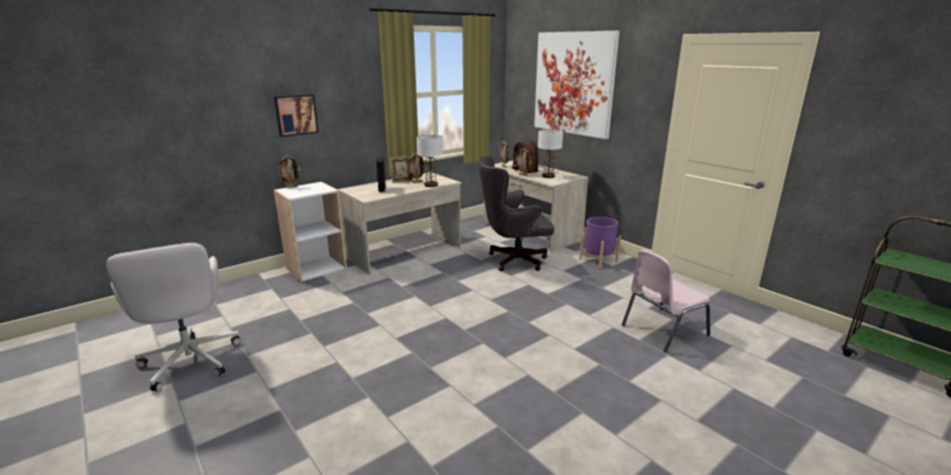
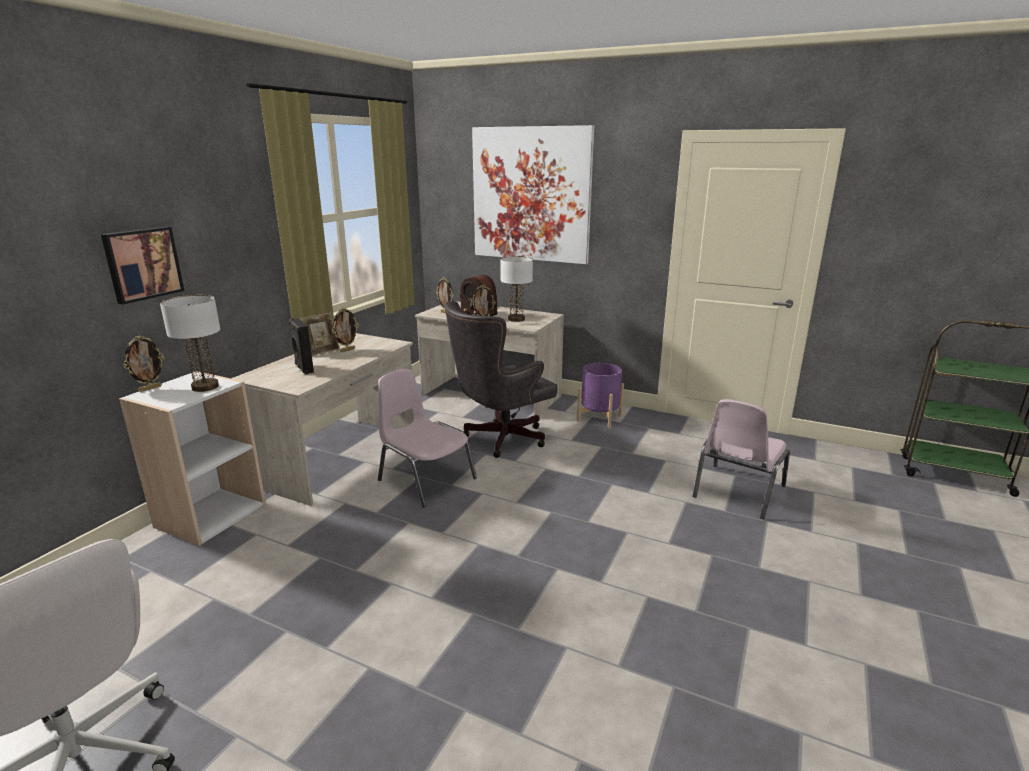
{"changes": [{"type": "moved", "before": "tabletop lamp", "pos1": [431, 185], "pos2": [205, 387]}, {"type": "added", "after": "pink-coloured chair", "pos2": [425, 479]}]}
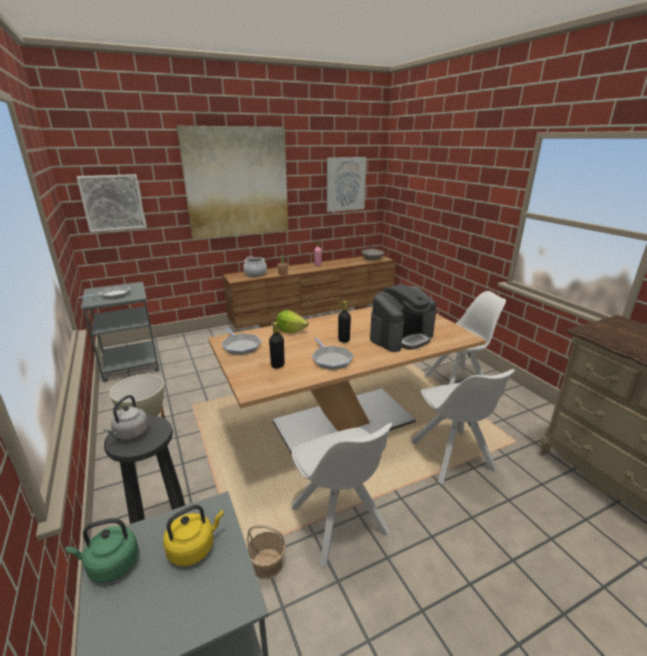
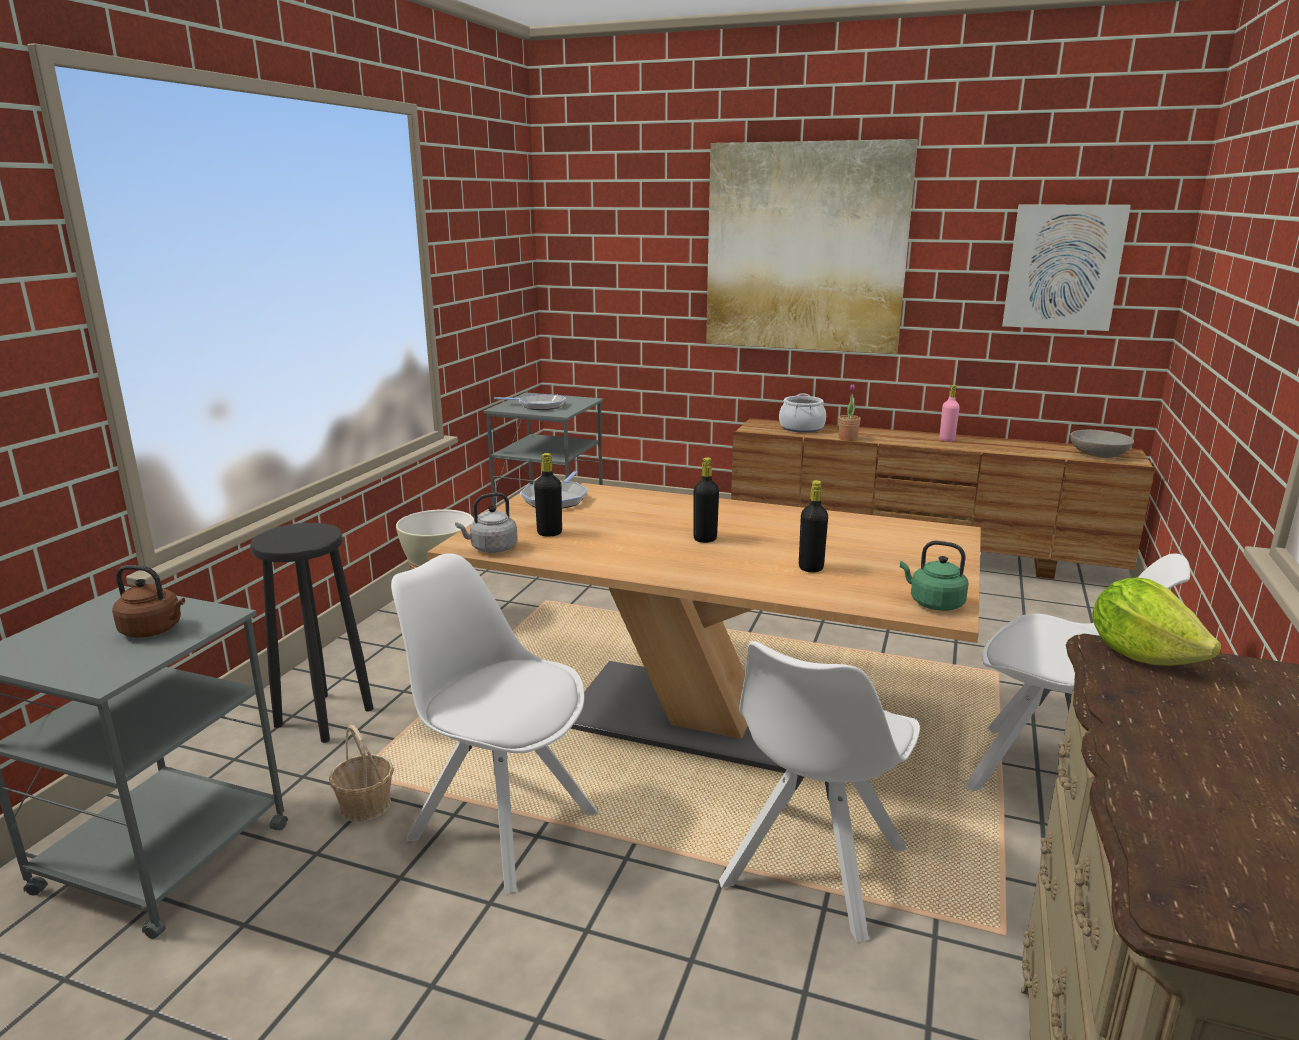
{"changes": [{"type": "recoloured", "before": "yellow-coloured kettle", "after": "brown kettle", "pos1": [194, 547], "pos2": [154, 630]}, {"type": "turned", "before": "white-coloured chair", "pos1": [339, 521], "pos2": [501, 823], "turn": 105}, {"type": "moved", "before": "gray kettle", "pos1": [130, 434], "pos2": [491, 548]}, {"type": "replaced", "before": "coffee brewer", "after": "blackish beverage bottle", "pos1": [401, 337], "pos2": [811, 568]}, {"type": "moved", "before": "green kettle", "pos1": [111, 565], "pos2": [933, 603]}, {"type": "moved", "before": "lettuce", "pos1": [290, 331], "pos2": [1142, 655]}, {"type": "removed", "before": "wall picture", "pos1": [113, 203]}, {"type": "removed", "before": "frying pan", "pos1": [331, 359]}]}
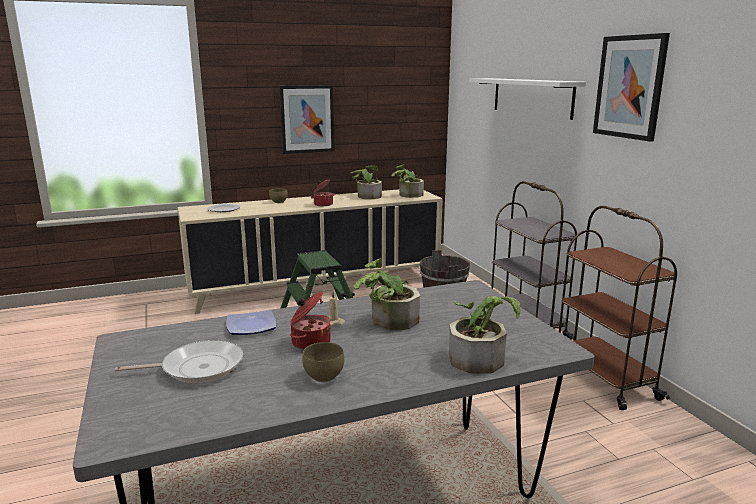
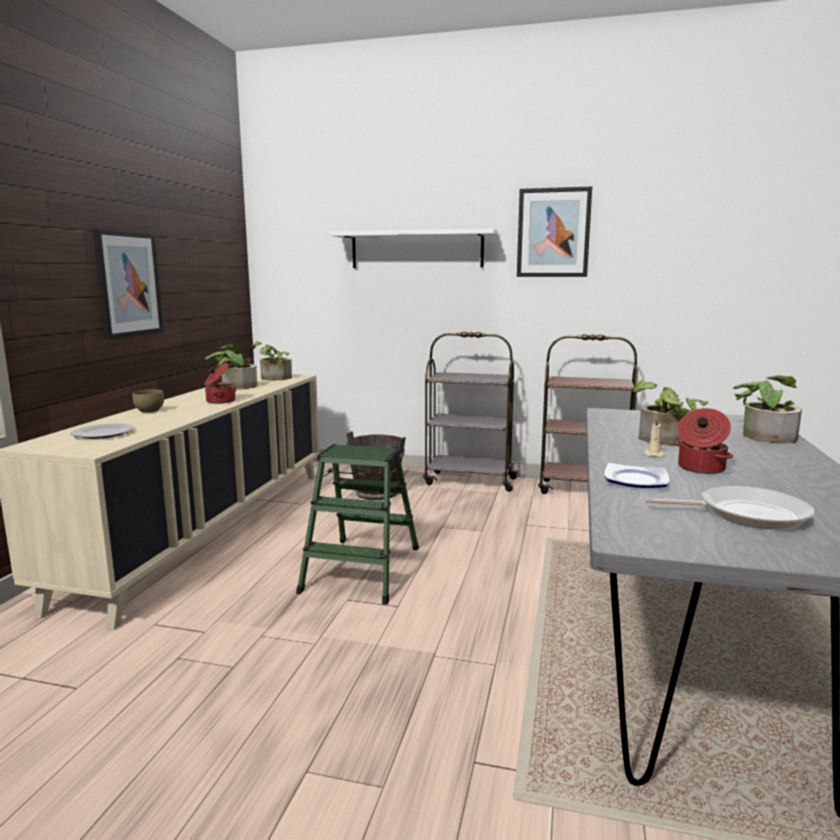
{"changes": [{"type": "turned", "before": "frying pan", "pos1": [198, 367], "pos2": [746, 514], "turn": 75}, {"type": "removed", "before": "brown deep dish", "pos1": [325, 376]}]}
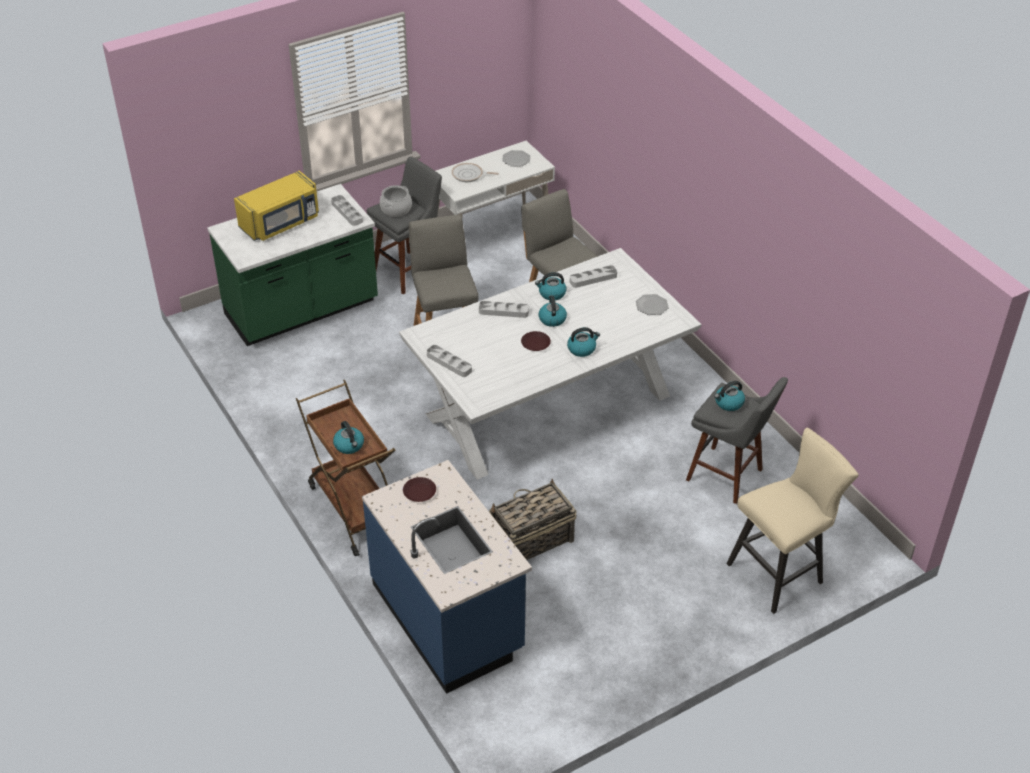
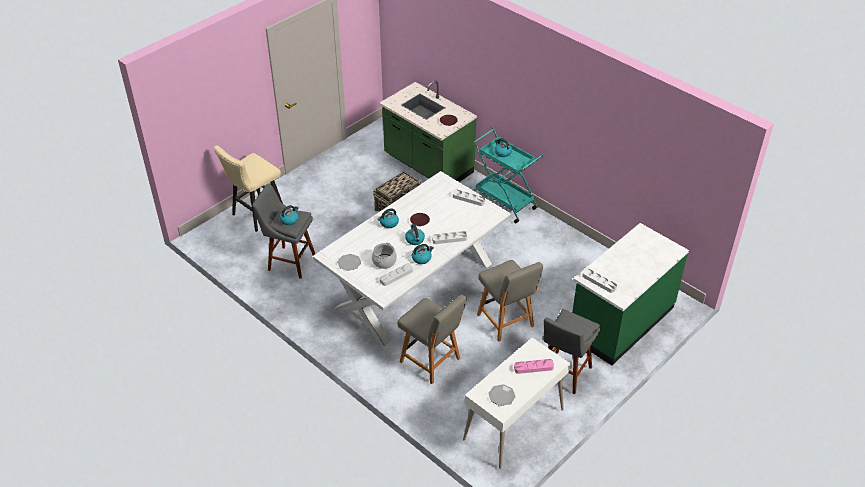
{"changes": [{"type": "moved", "before": "saucepot", "pos1": [396, 209], "pos2": [384, 261]}, {"type": "recoloured", "before": "blue kitchen counter", "after": "green kitchen counter", "pos1": [448, 617], "pos2": [428, 165]}, {"type": "recoloured", "before": "brown wheeled cart", "after": "turquoise-coloured wheeled cart", "pos1": [355, 510], "pos2": [503, 203]}, {"type": "replaced", "before": "frying pan", "after": "pink-coloured carrying tray", "pos1": [469, 175], "pos2": [533, 367]}, {"type": "removed", "before": "yellow-coloured microwave", "pos1": [281, 223]}]}
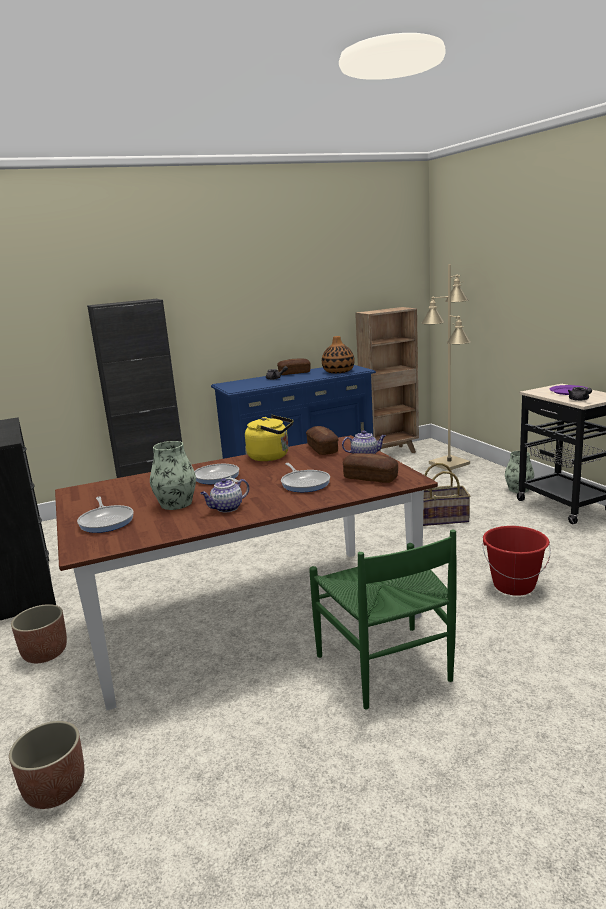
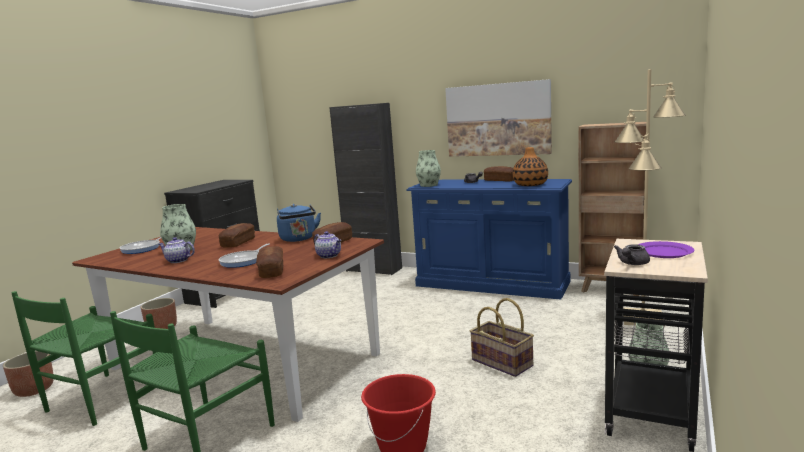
{"changes": [{"type": "added", "after": "green chair", "pos2": [103, 399]}, {"type": "replaced", "before": "frying pan", "after": "bakery bread", "pos1": [217, 478], "pos2": [238, 243]}, {"type": "recoloured", "before": "yellow-coloured kettle", "after": "blue kettle", "pos1": [271, 457], "pos2": [298, 239]}, {"type": "added", "after": "decorative vase", "pos2": [429, 185]}, {"type": "added", "after": "wall picture", "pos2": [498, 119]}]}
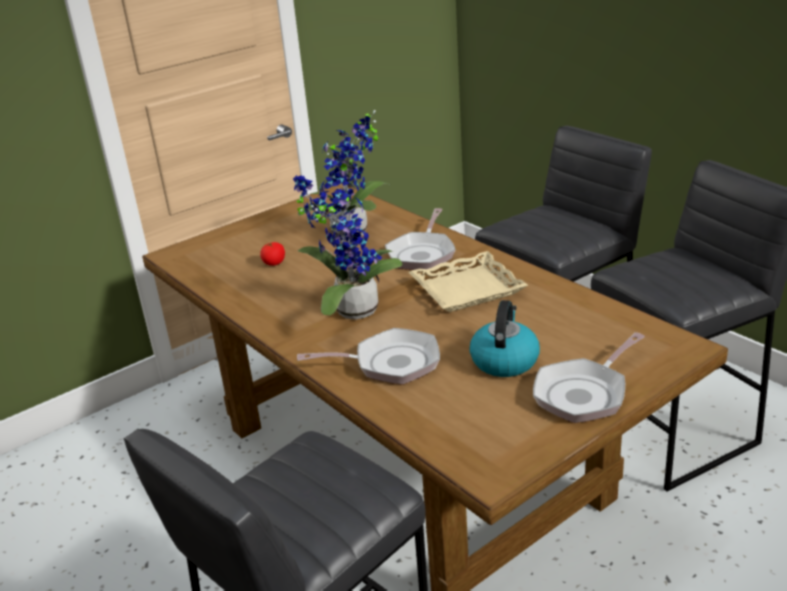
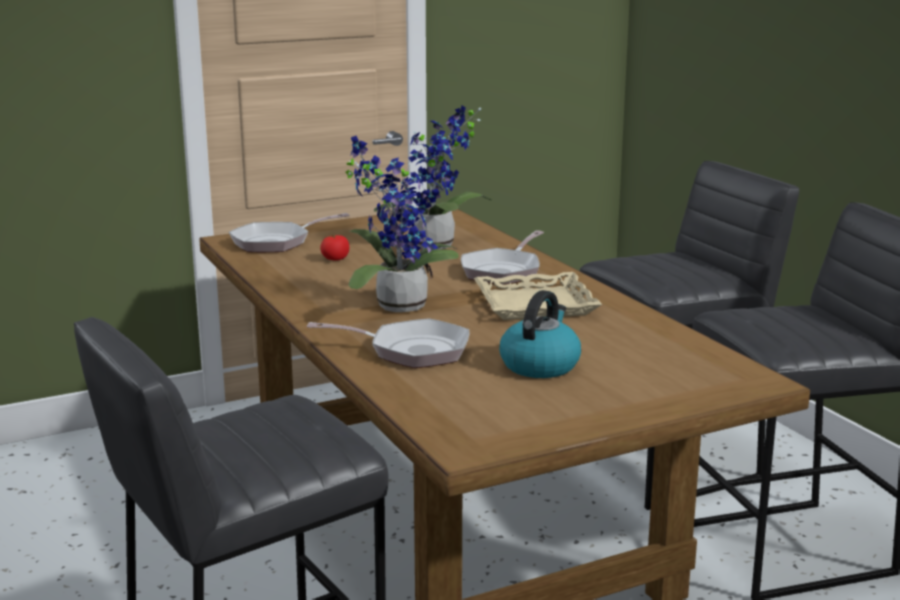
{"changes": [{"type": "moved", "before": "frying pan", "pos1": [584, 393], "pos2": [276, 242]}]}
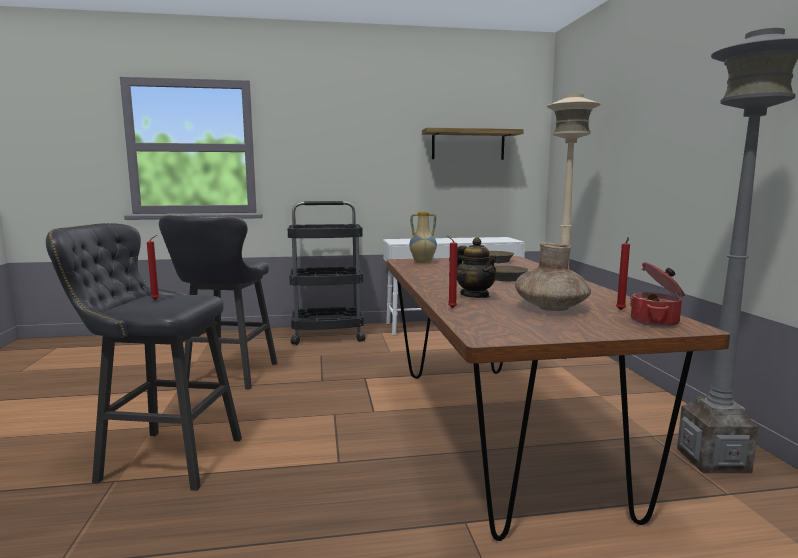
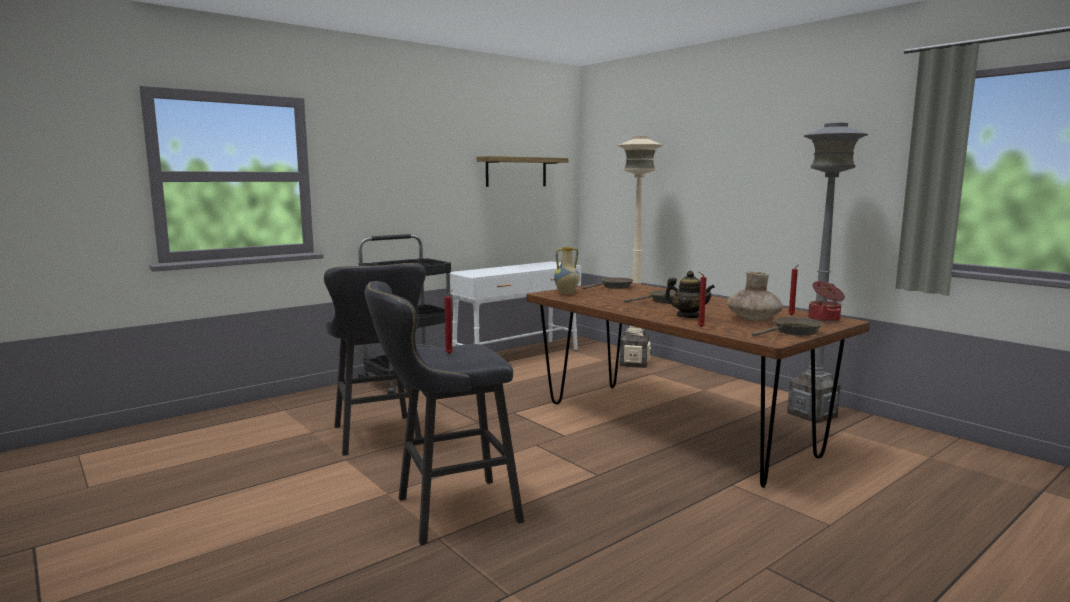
{"changes": [{"type": "added", "after": "brown frying pan", "pos2": [793, 332]}]}
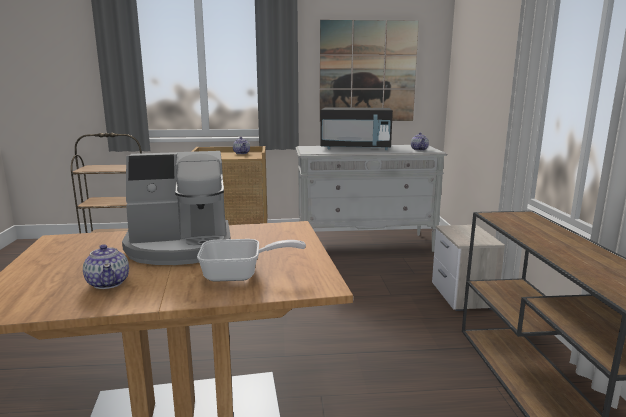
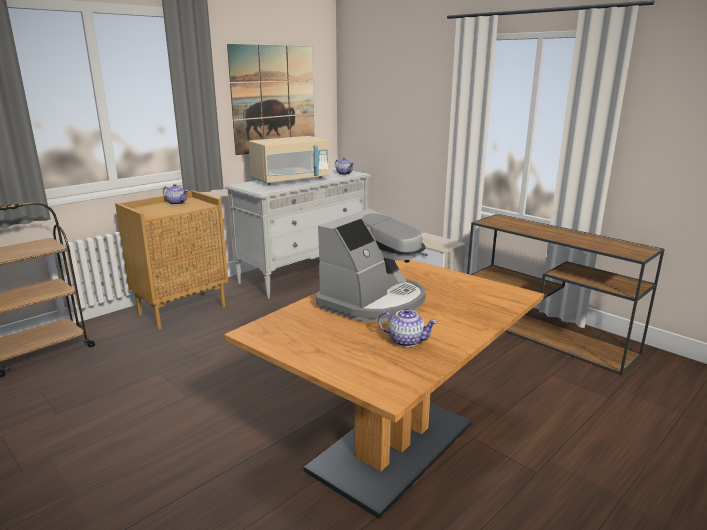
{"changes": [{"type": "recoloured", "before": "blackish microwave", "after": "beige-coloured microwave", "pos1": [356, 148], "pos2": [290, 180]}, {"type": "removed", "before": "frying pan", "pos1": [240, 274]}]}
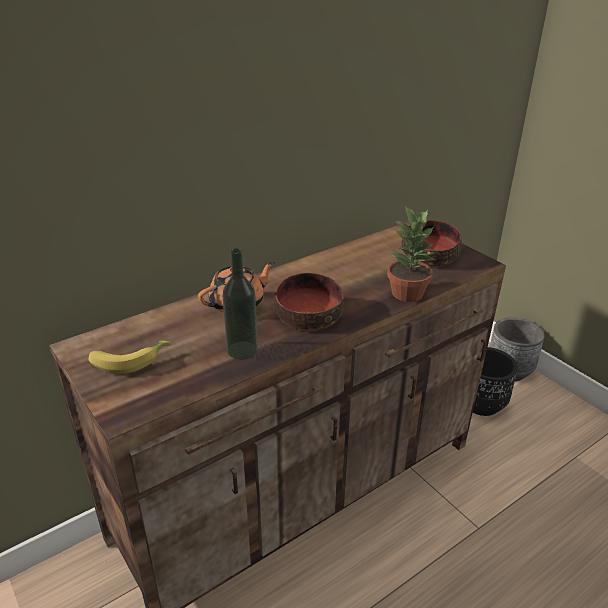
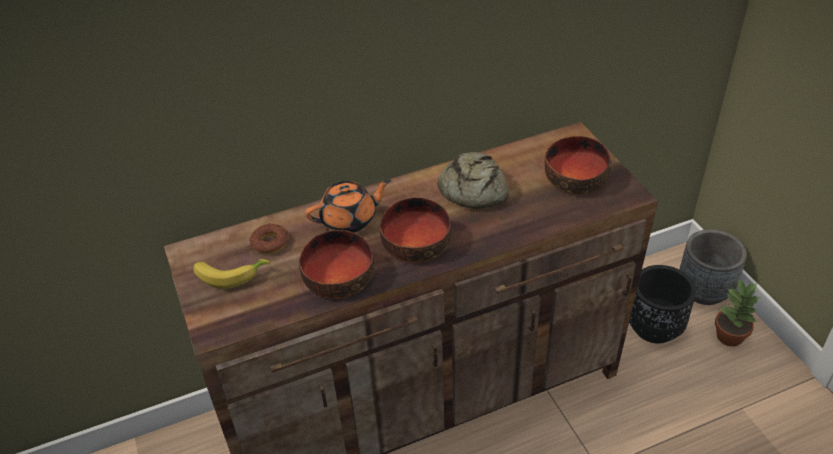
{"changes": [{"type": "added", "after": "doughnut", "pos2": [270, 242]}, {"type": "replaced", "before": "beverage bottle", "after": "deep dish", "pos1": [242, 350], "pos2": [337, 276]}, {"type": "added", "after": "bakery bread", "pos2": [472, 189]}, {"type": "moved", "before": "plant in a pot", "pos1": [407, 293], "pos2": [730, 336]}]}
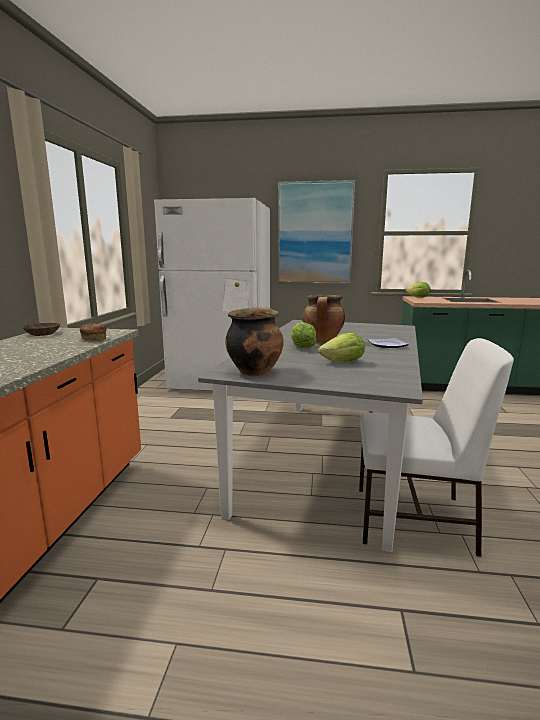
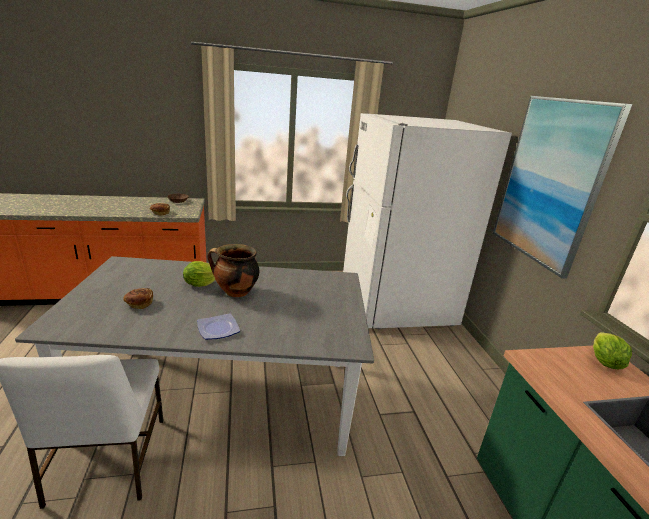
{"changes": [{"type": "replaced", "before": "lettuce", "after": "bakery bread", "pos1": [343, 362], "pos2": [139, 304]}, {"type": "removed", "before": "saucepot", "pos1": [255, 371]}]}
